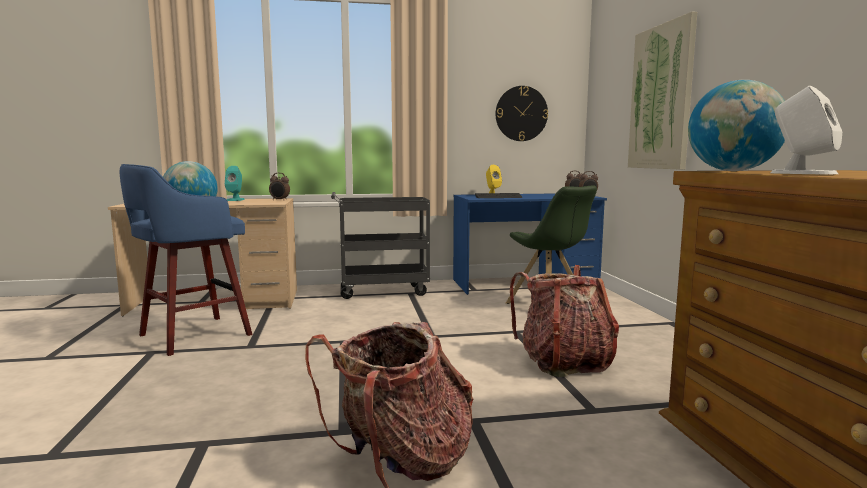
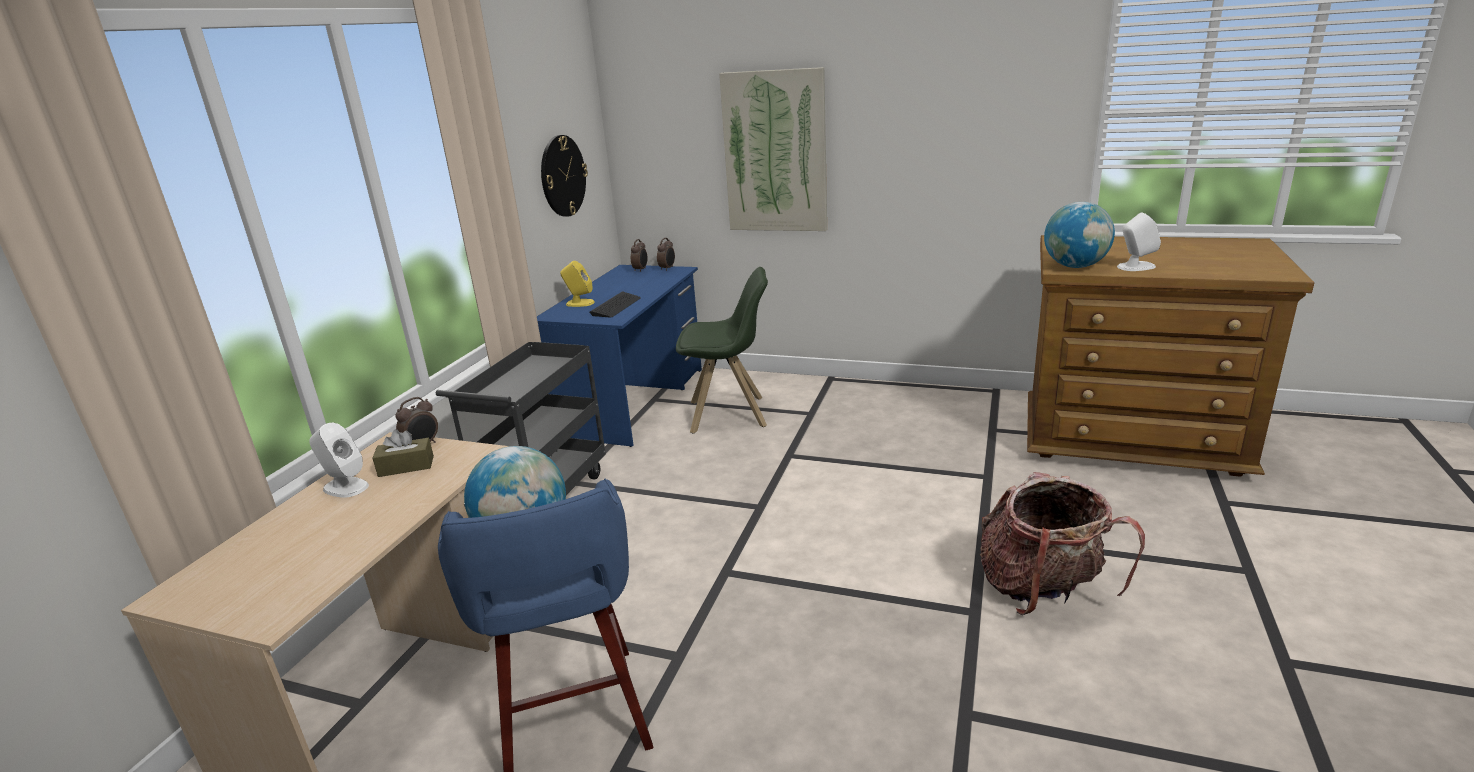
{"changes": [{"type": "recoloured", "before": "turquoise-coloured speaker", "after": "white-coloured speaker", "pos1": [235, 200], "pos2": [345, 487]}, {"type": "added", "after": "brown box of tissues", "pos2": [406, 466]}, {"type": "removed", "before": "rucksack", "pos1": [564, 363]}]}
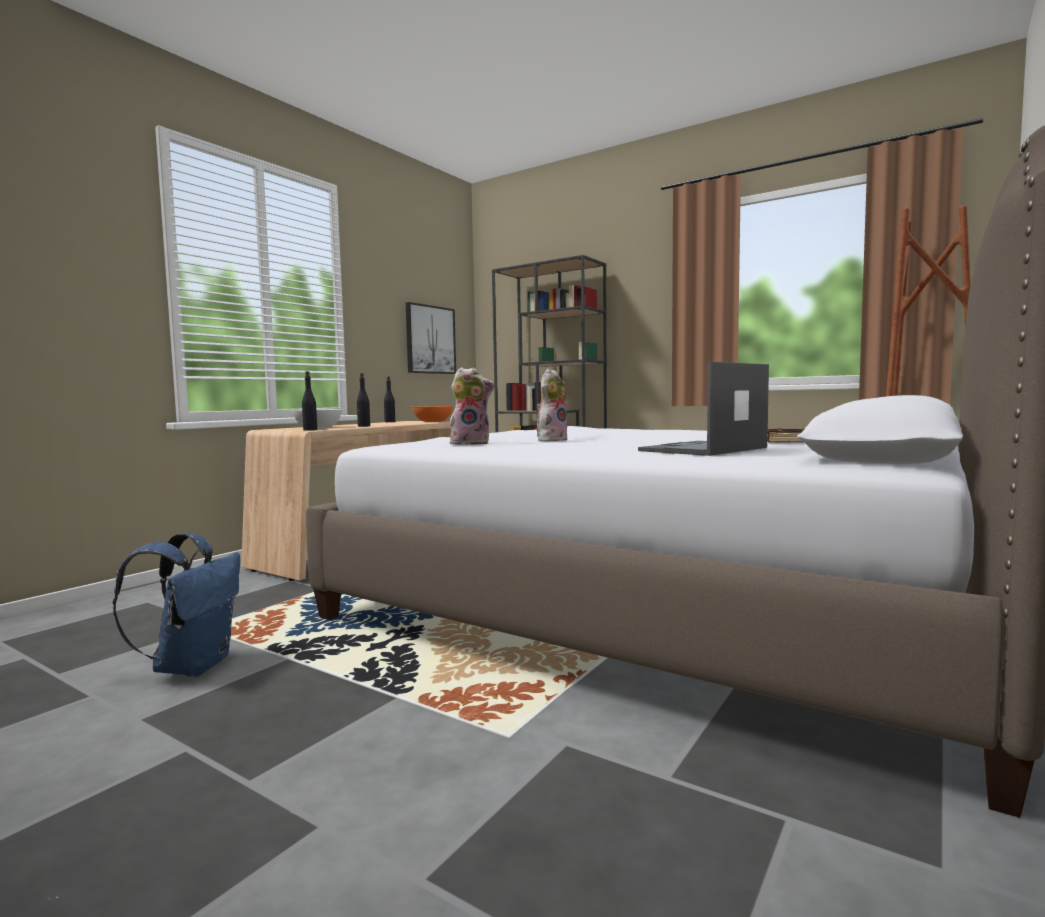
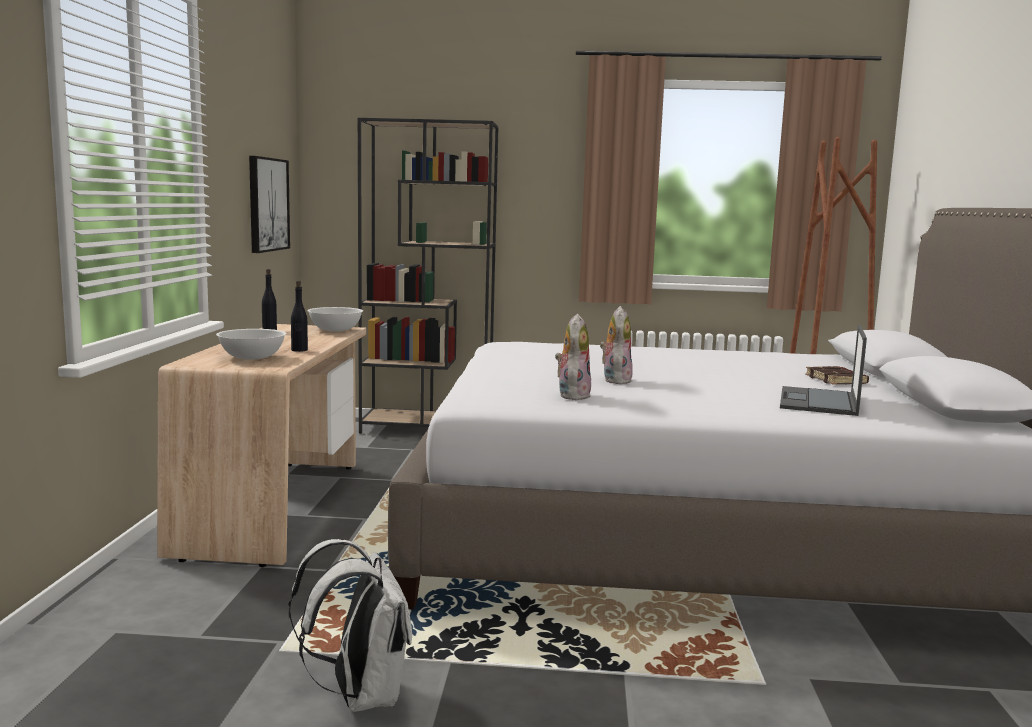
{"changes": [{"type": "recoloured", "before": "blue rucksack", "after": "white-coloured rucksack", "pos1": [192, 666], "pos2": [360, 696]}, {"type": "recoloured", "before": "orange-coloured deep dish", "after": "white-coloured deep dish", "pos1": [433, 421], "pos2": [335, 330]}, {"type": "turned", "before": "cuddly toy", "pos1": [471, 443], "pos2": [572, 395], "turn": -45}, {"type": "removed", "before": "blackish beverage bottle", "pos1": [310, 430]}]}
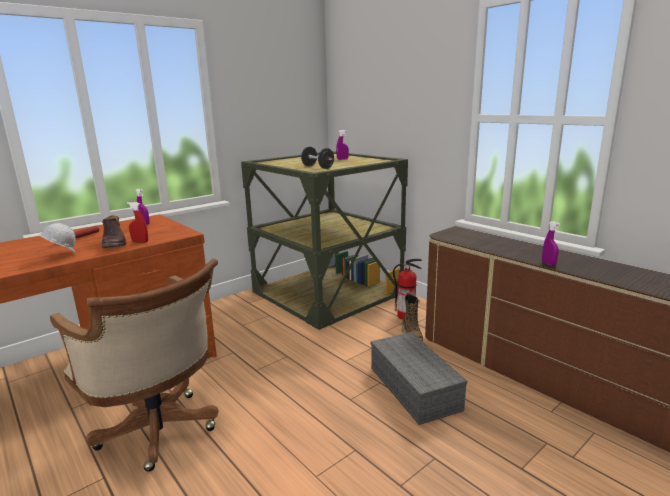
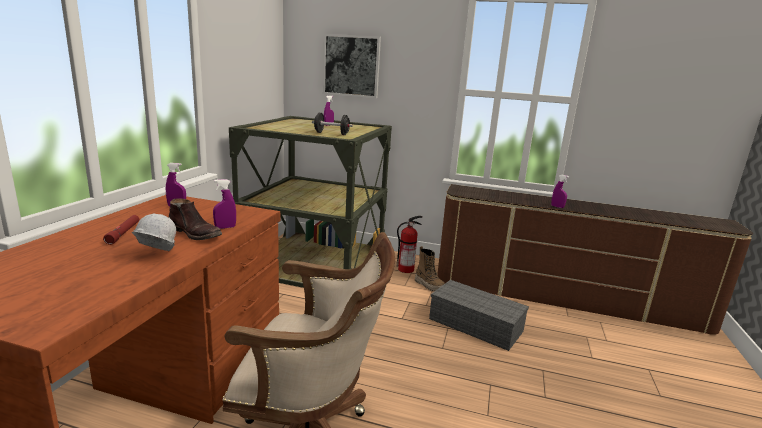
{"changes": [{"type": "recoloured", "before": "red-coloured sprayer", "after": "purplish sprayer", "pos1": [140, 242], "pos2": [225, 227]}, {"type": "added", "after": "wall picture", "pos2": [351, 66]}]}
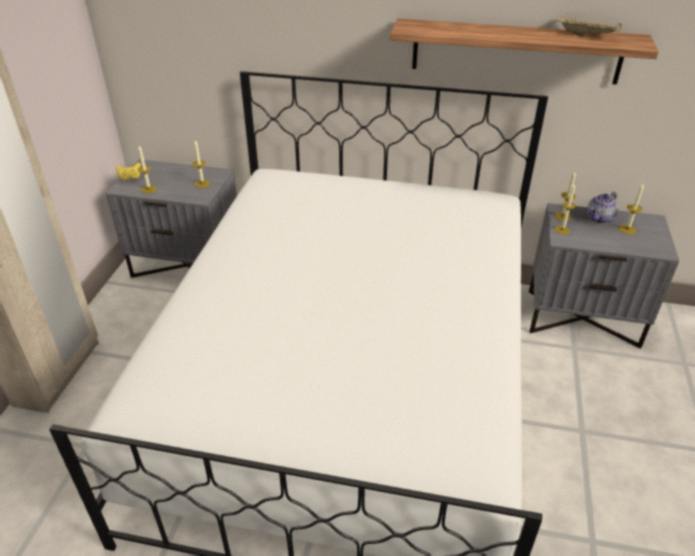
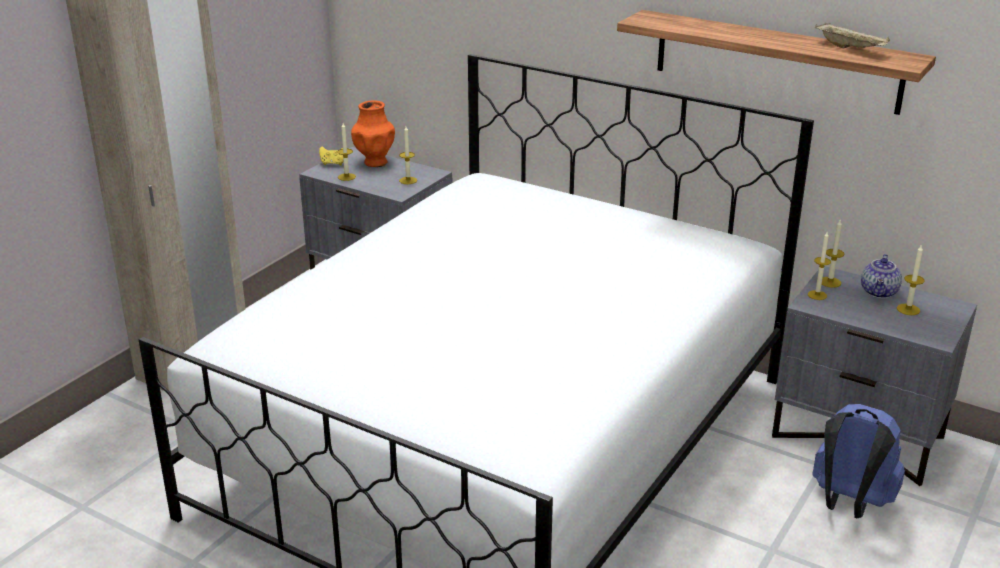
{"changes": [{"type": "added", "after": "orange-coloured decorative vase", "pos2": [375, 162]}, {"type": "added", "after": "blue rucksack", "pos2": [849, 503]}, {"type": "turned", "before": "teapot", "pos1": [600, 218], "pos2": [879, 292], "turn": -45}]}
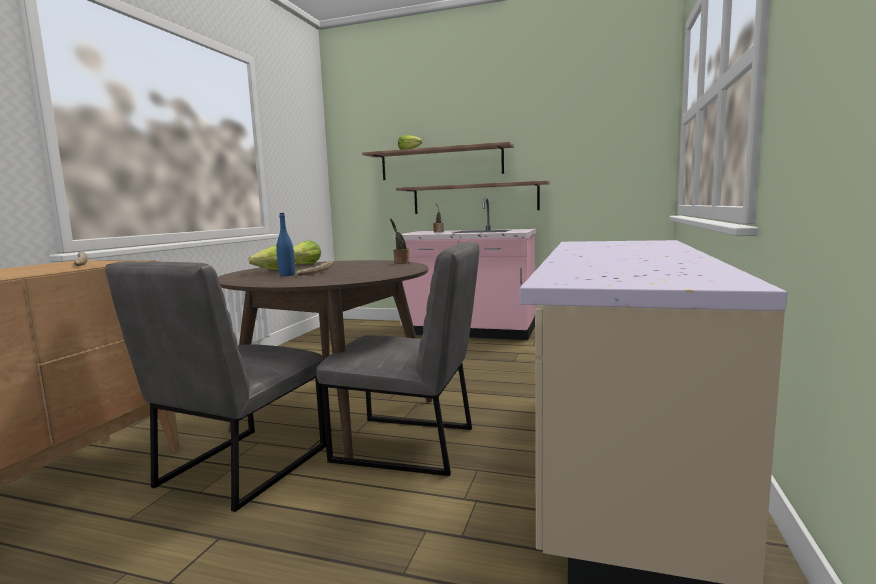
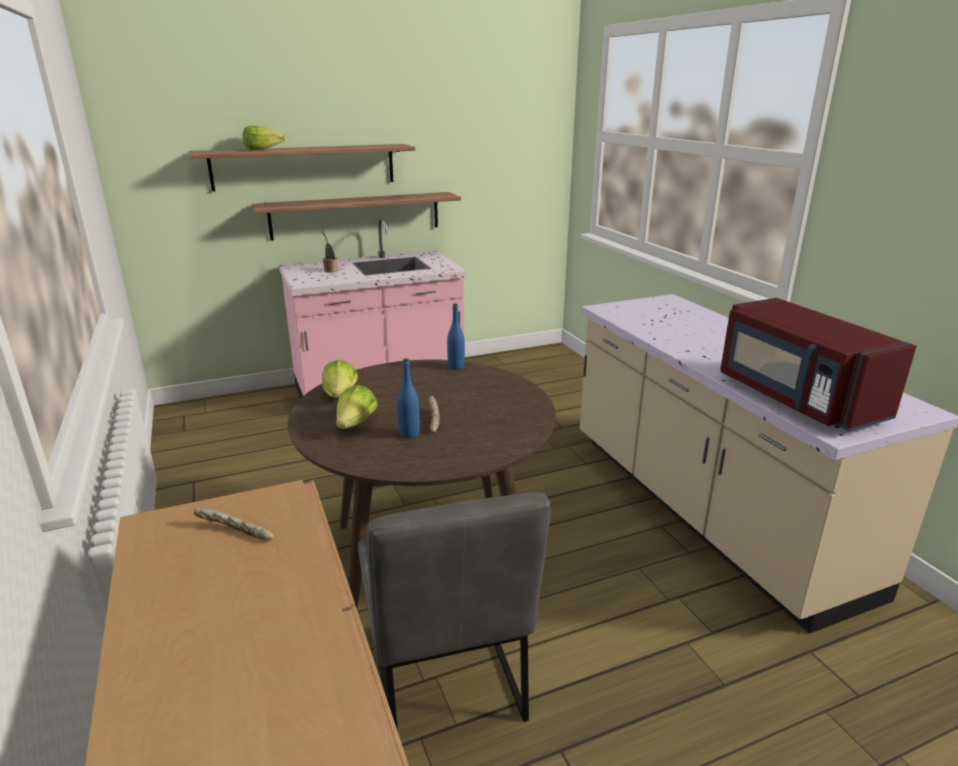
{"changes": [{"type": "replaced", "before": "plant in a pot", "after": "blue beverage bottle", "pos1": [400, 262], "pos2": [456, 366]}, {"type": "added", "after": "red-coloured microwave", "pos2": [795, 398]}, {"type": "removed", "before": "gray chair", "pos1": [408, 445]}]}
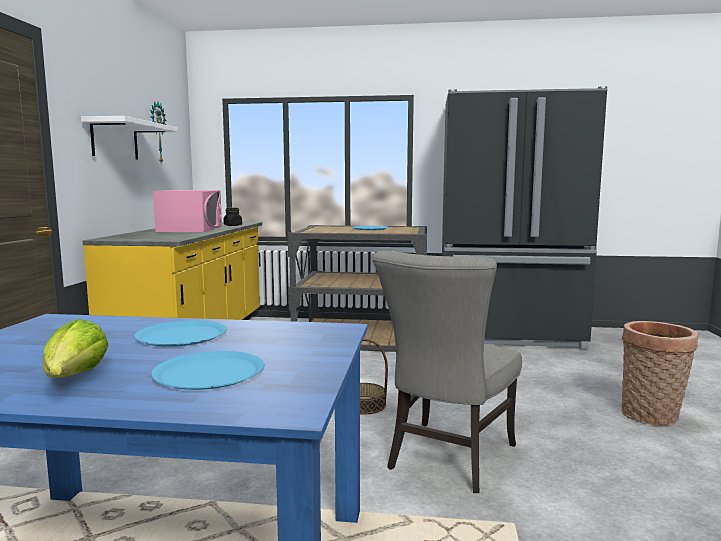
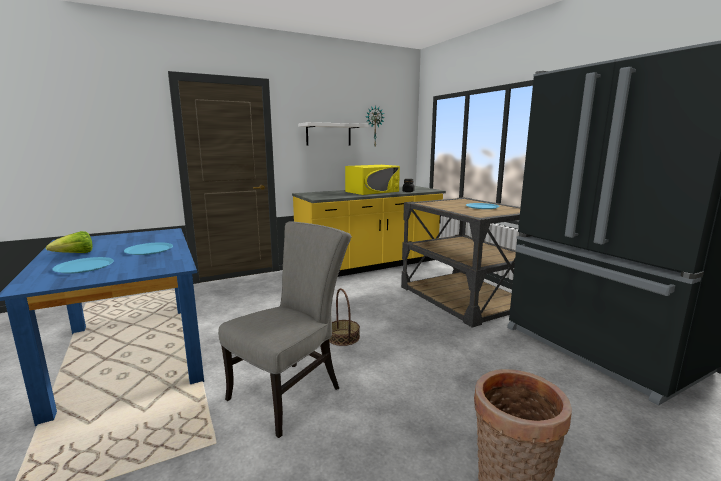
{"changes": [{"type": "turned", "before": "gray chair", "pos1": [447, 459], "pos2": [291, 391], "turn": 135}, {"type": "recoloured", "before": "pink-coloured microwave", "after": "yellow-coloured microwave", "pos1": [190, 229], "pos2": [372, 191]}]}
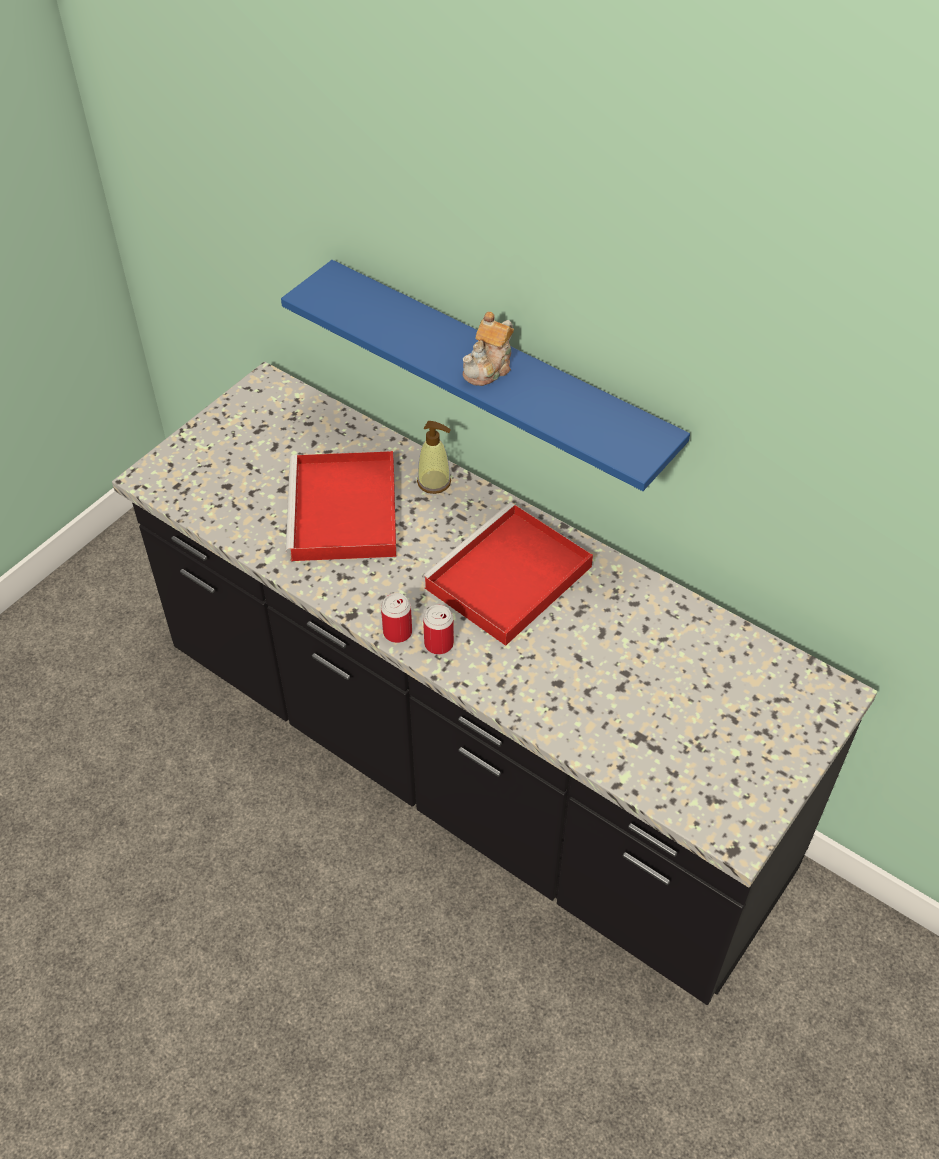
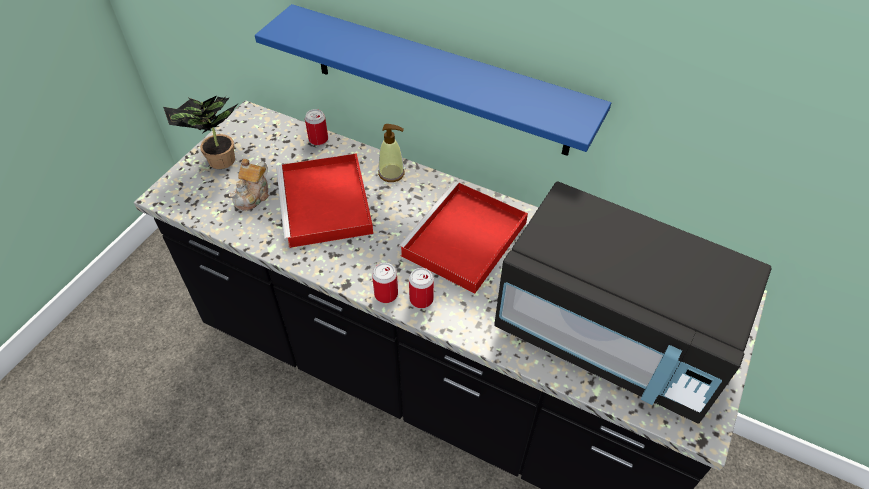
{"changes": [{"type": "added", "after": "plant in a pot", "pos2": [218, 162]}, {"type": "moved", "before": "teapot", "pos1": [489, 368], "pos2": [253, 196]}, {"type": "added", "after": "sealed can", "pos2": [318, 139]}, {"type": "added", "after": "blackish microwave", "pos2": [610, 336]}]}
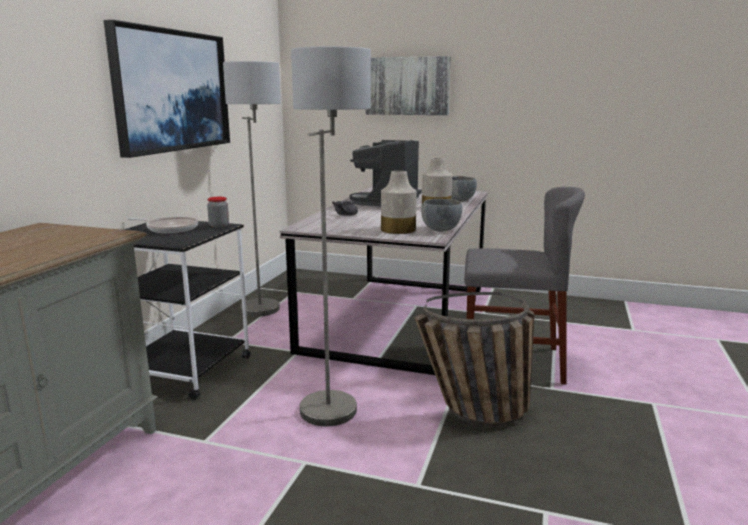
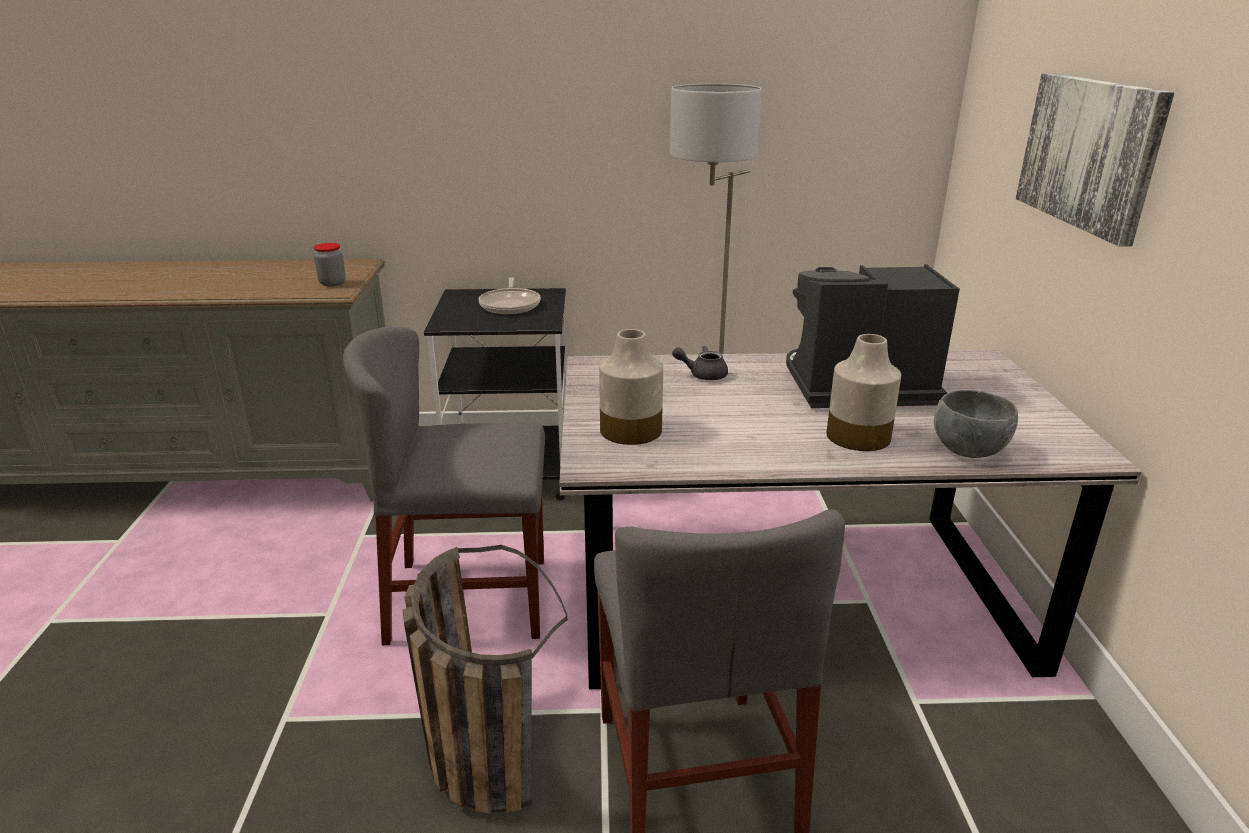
{"changes": [{"type": "moved", "before": "preserve jar", "pos1": [219, 226], "pos2": [332, 283]}, {"type": "replaced", "before": "gray floor lamp", "after": "gray chair", "pos1": [334, 402], "pos2": [469, 599]}, {"type": "removed", "before": "wall picture", "pos1": [172, 91]}, {"type": "removed", "before": "gray deep dish", "pos1": [440, 229]}]}
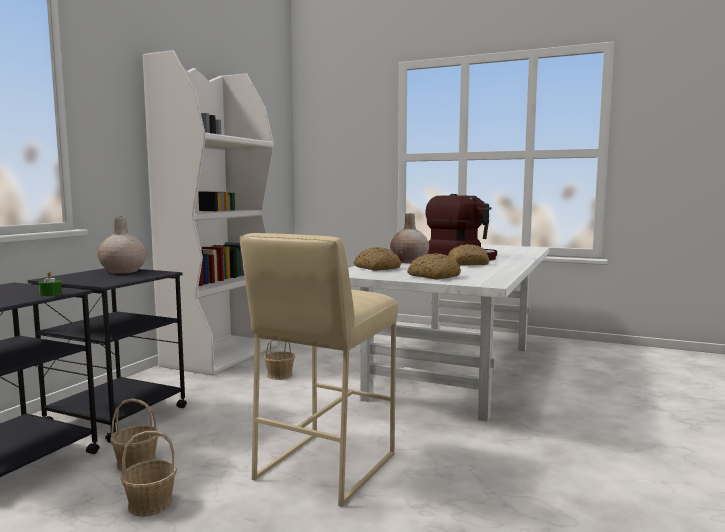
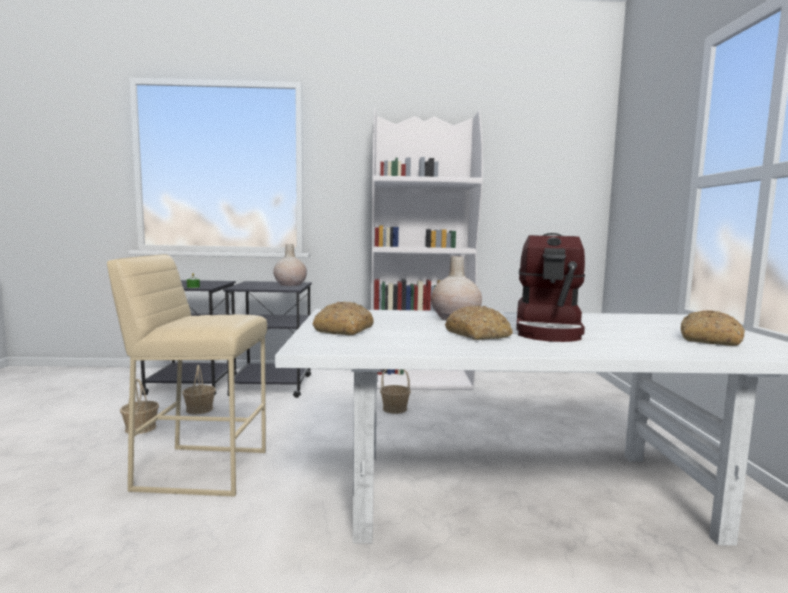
{"changes": [{"type": "moved", "before": "bakery bread", "pos1": [376, 268], "pos2": [708, 339]}]}
